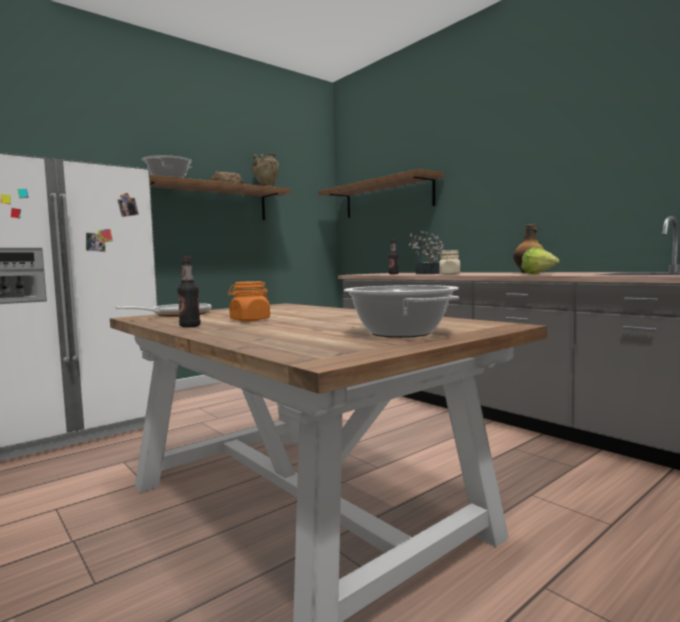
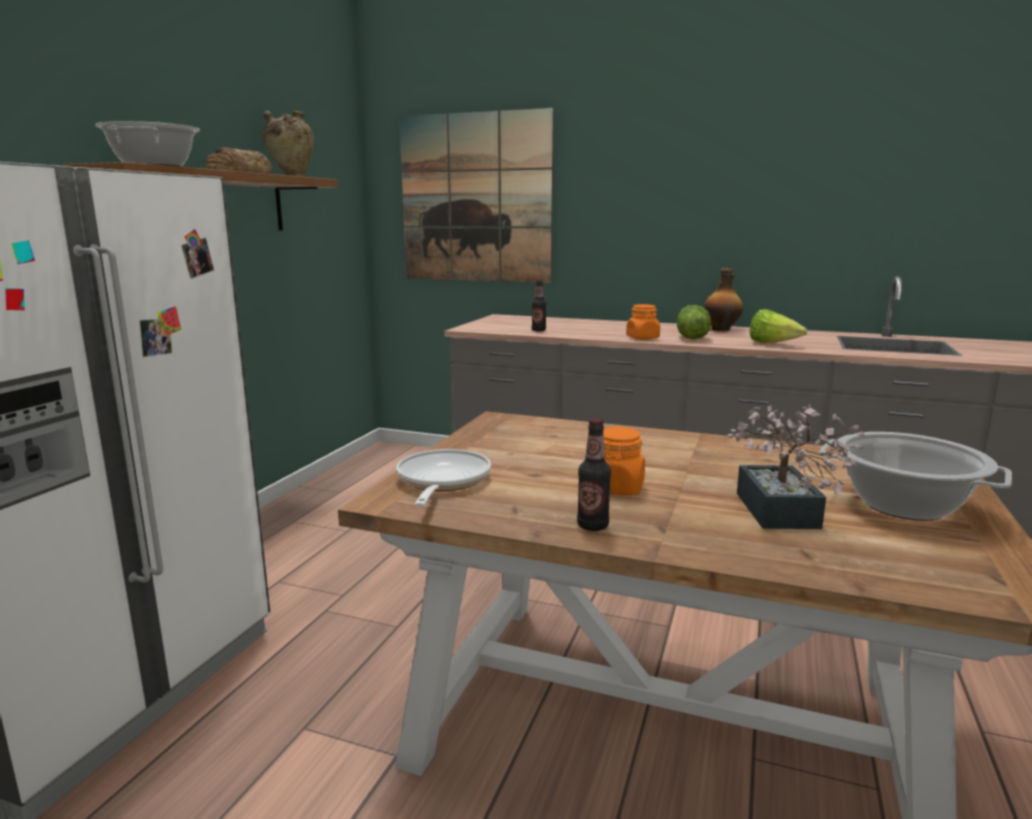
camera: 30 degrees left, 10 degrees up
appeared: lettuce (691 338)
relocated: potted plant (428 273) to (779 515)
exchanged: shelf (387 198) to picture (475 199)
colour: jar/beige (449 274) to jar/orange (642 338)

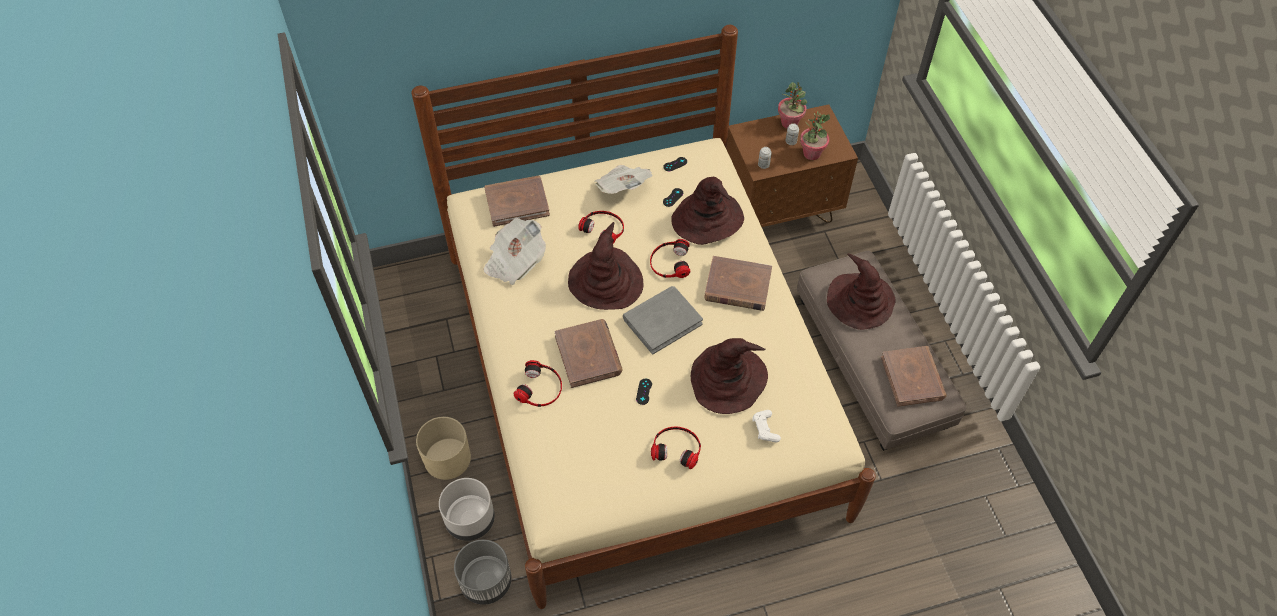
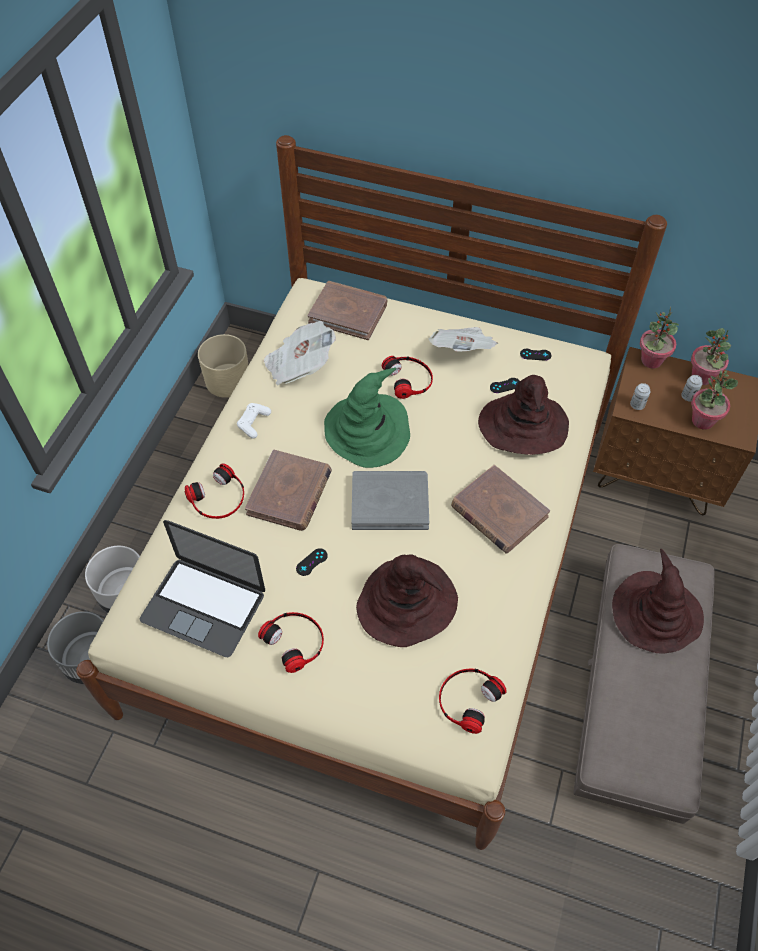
camera: 35 degrees right, 0 degrees up
missing: book/brown (912 378)
appeared: laptop (204 606); potted plant (651 360)
relocated: planter/beige (448 458) to (228 380); game controller/white (765 429) to (253 423); headphones (669 262) to (468 699)
colour: hat/brown (606 281) to hat/green (367 431)

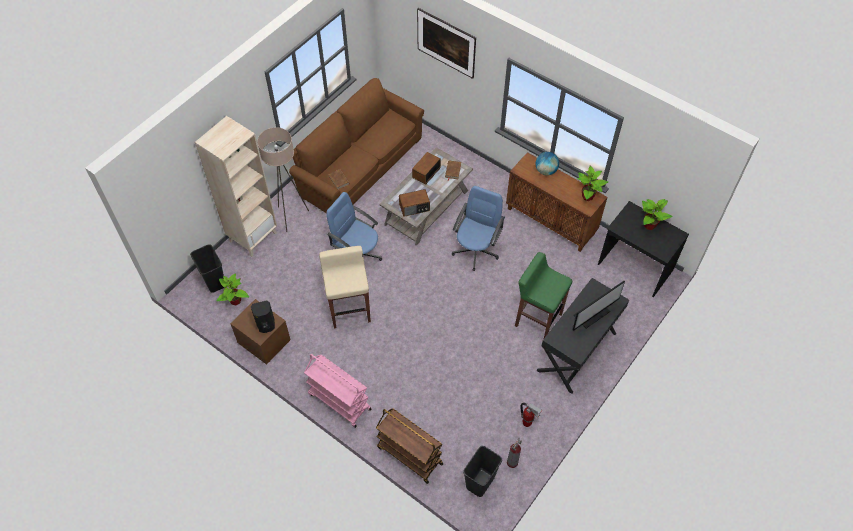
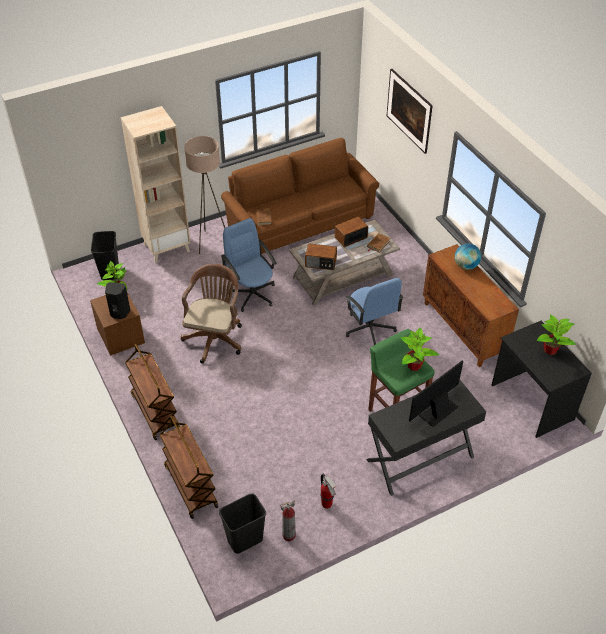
camera: 25 degrees right, 10 degrees down
relocated: potted plant (588 197) to (414 366)
exchanged: stool/beige (349 310) to office chair/brown (215 337)
colour: cart/pink (339 401) to cart/brown (155 412)
spun: office chair/blue (476 250) = (370 329) 105 degrees clockwise; monitor (592 314) = (437 410) 150 degrees clockwise

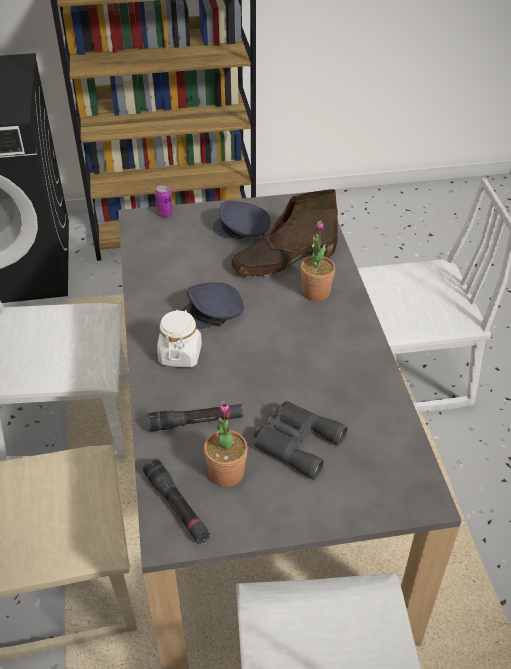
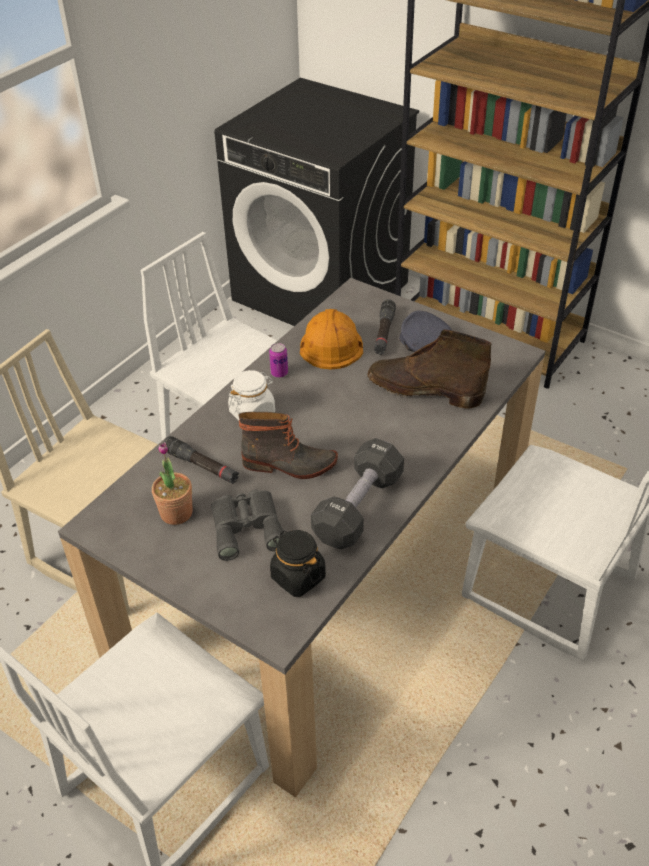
camera: 45 degrees right, 0 degrees up
missing: cap/grey (214 312); potted plant (316 292)
appeared: boot (289 465); jar/black (297 577); hard hat/orange (330 343); dumbbell/black (358 507)
relocated: can (165 213) to (279 373); flashlight/black (177 506) to (384 333)

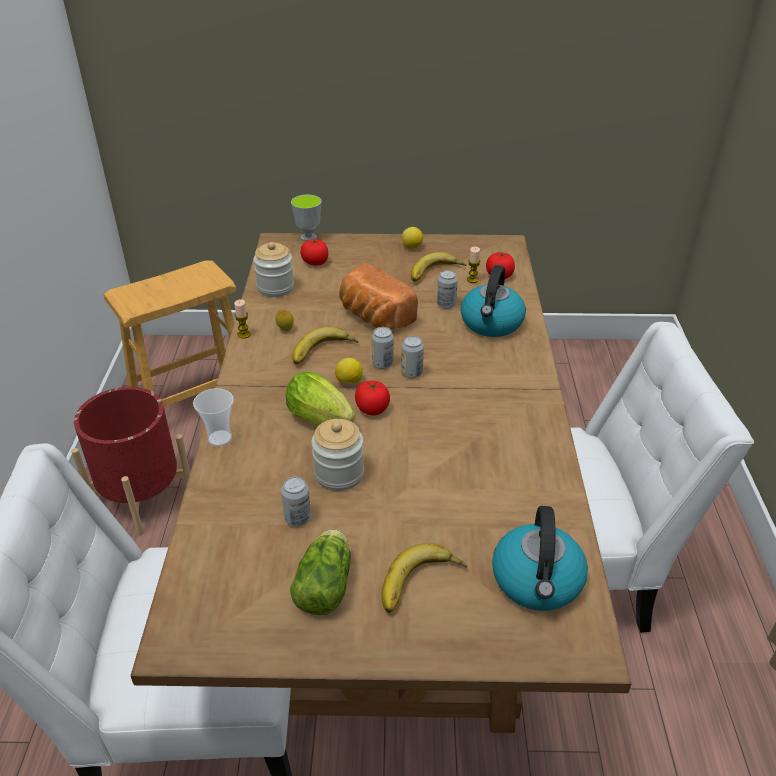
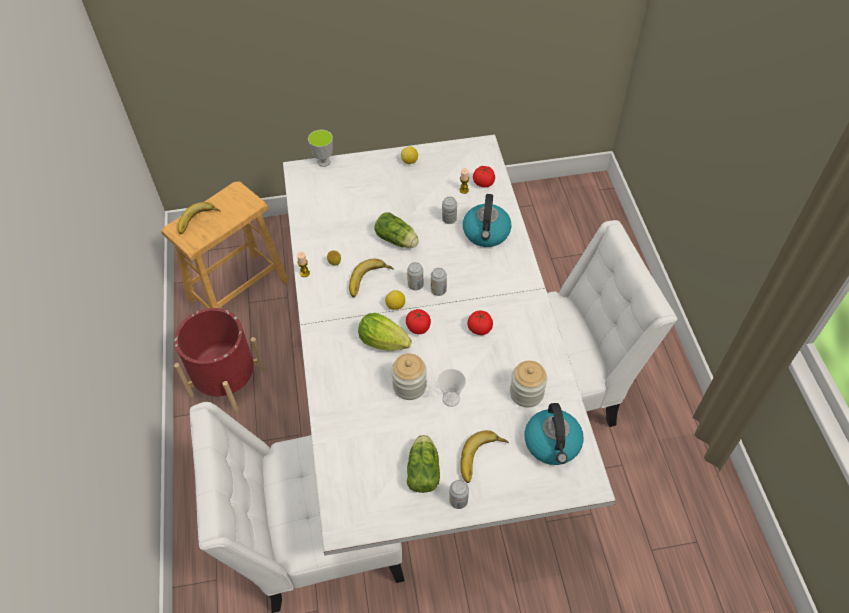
camera: 10 degrees left, 15 degrees up
relocated: banana (436 273) to (198 221); cup (220 438) to (451 399); can (298 518) to (458 501); tomato (315 262) to (479 328); jar (275 287) to (526 393)
exchanged: bread (374 317) to lettuce (398 240)
colour: dining table/brown (387 553) to dining table/white (425 397)

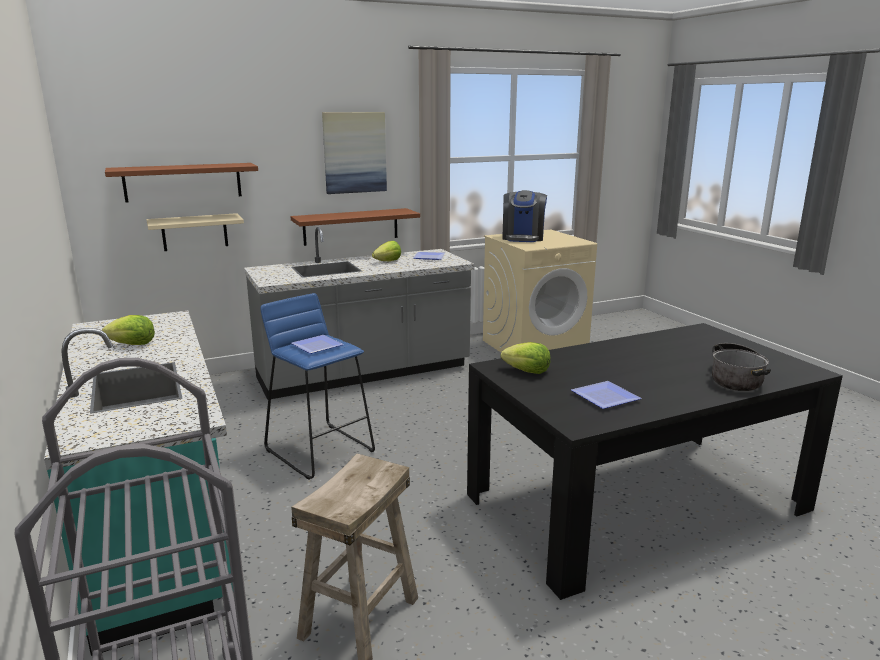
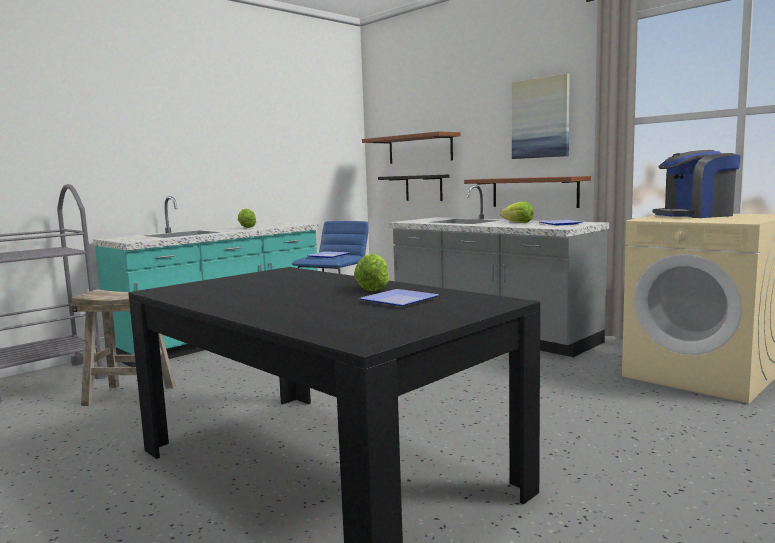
camera: 70 degrees right, 10 degrees down
missing: cooking pot (736 378)
relocated: lettuce (527 371) to (373 289); plate (605 398) to (396 301)
colour: shelf/beige (194 232) to shelf/black (424 188)

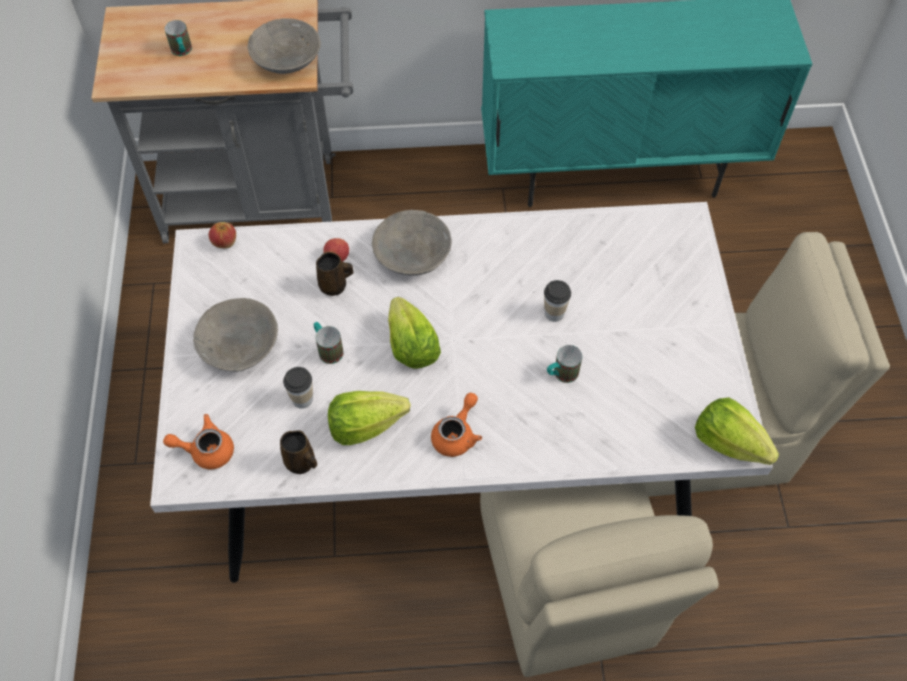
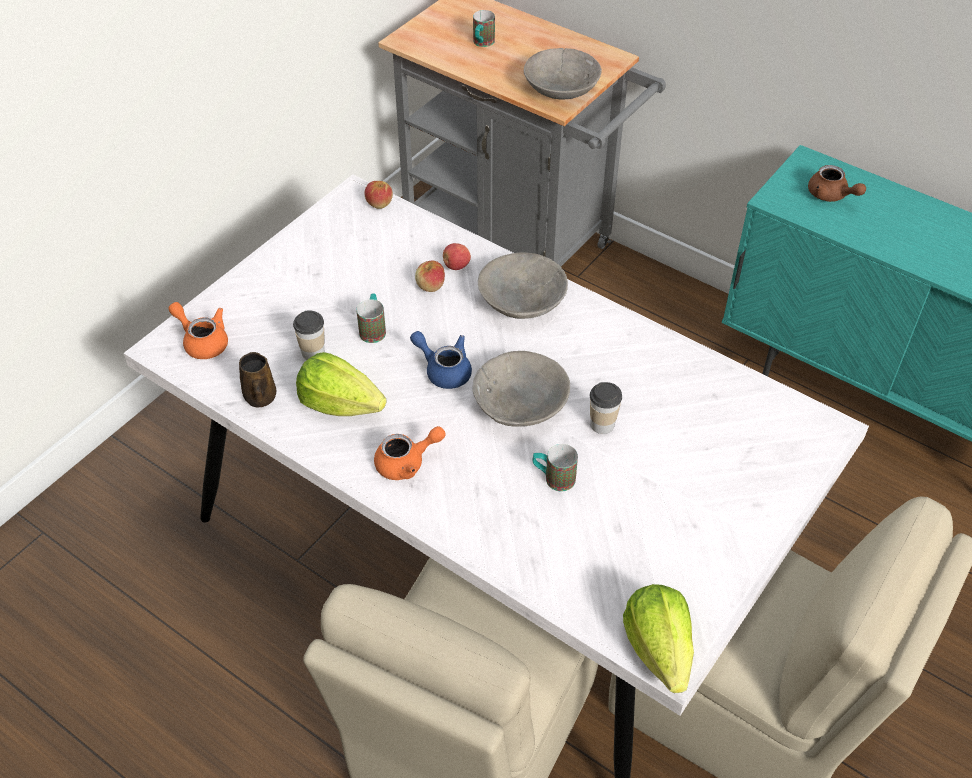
camera: 40 degrees right, 10 degrees down
appeared: teapot/brown (831 196)
relocated: bowl/grey (240 345) to (521 404)
exchanged: lettuce (411 346) to teapot/blue (444 370); mug/brown (335 286) to apple (430 286)

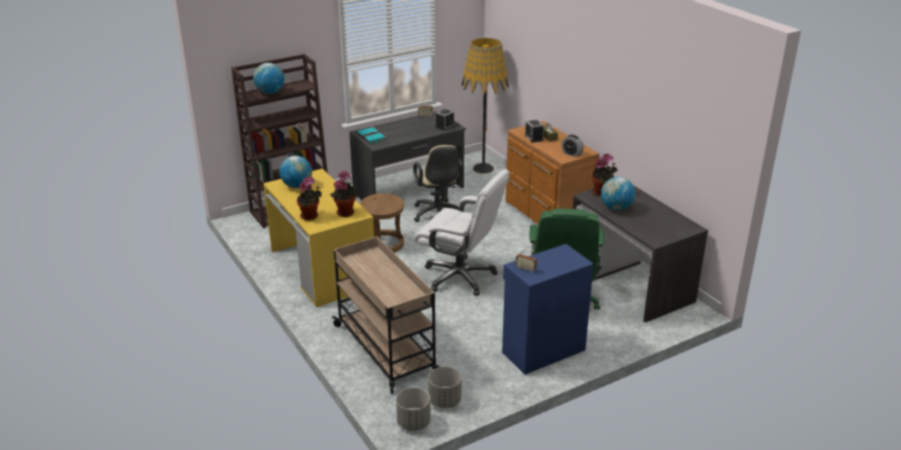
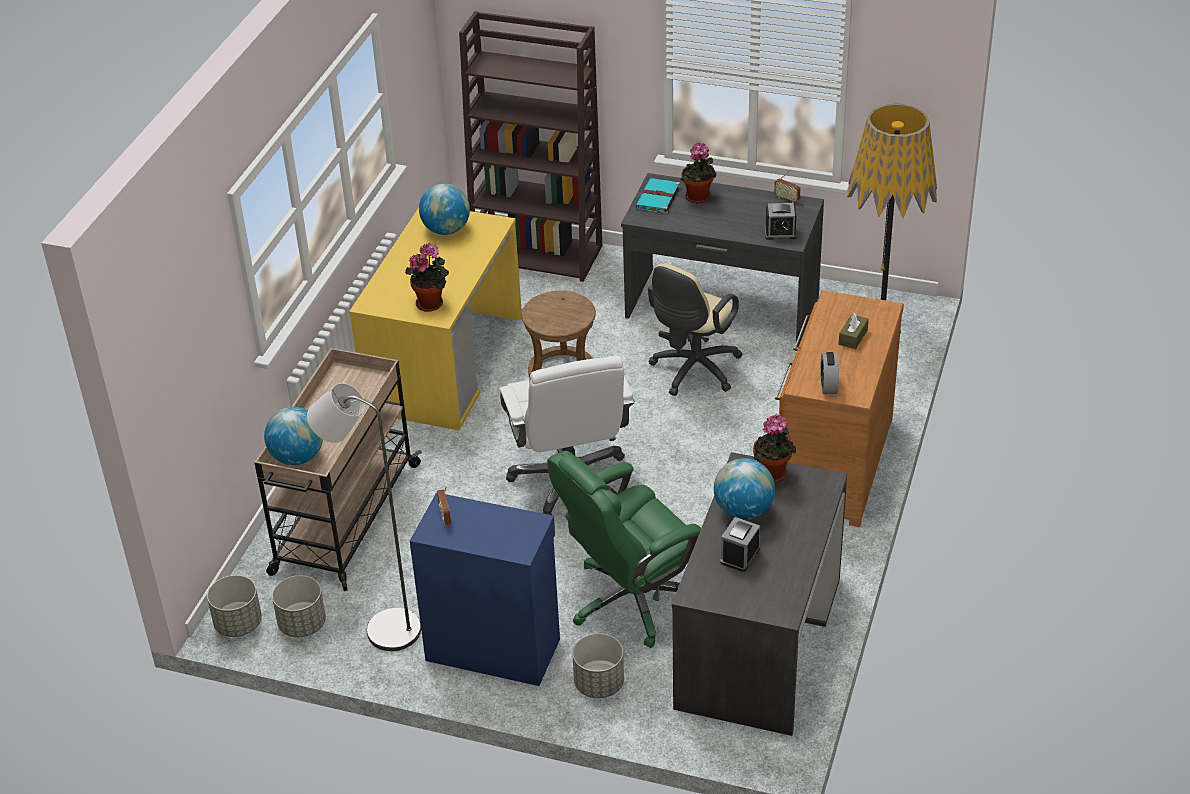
camera: 50 degrees right, 10 degrees up
appeared: floor lamp/grey (383 629); planter/grey (598 684)
relocated: globe (270 92) to (297 457); potted plant (310 217) to (698 198); alarm clock (533 138) to (740 555)

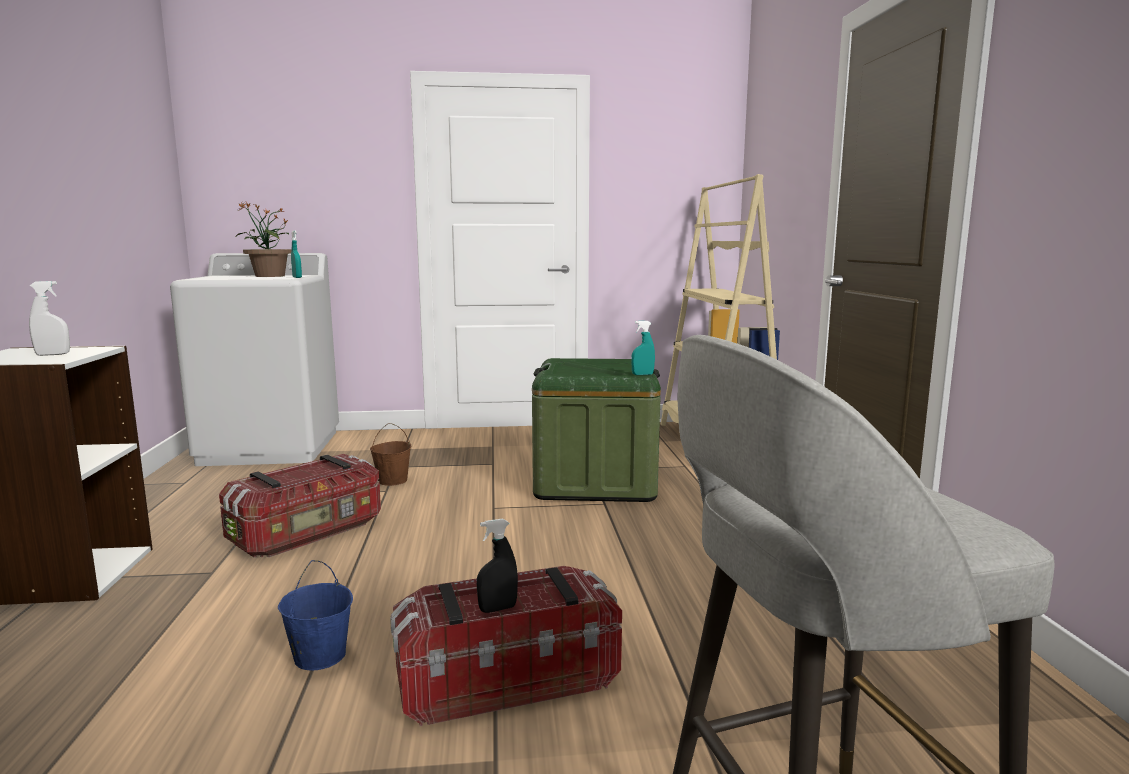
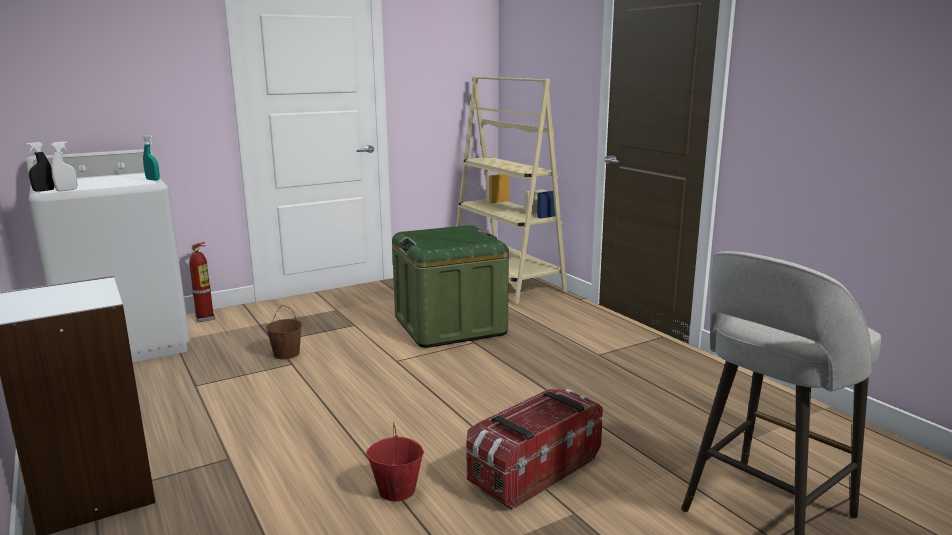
camera: 25 degrees left, 5 degrees up
missing: storage box (309 533); potted plant (269 276); spray bottle/turquoise (642 374)
appeared: fire extinguisher (205 318)
relocated: spray bottle/black (497 609) to (44 190); spray bottle/white (53 354) to (67 190)
colour: bucket/blue (319 656) to bucket/red (396 490)

